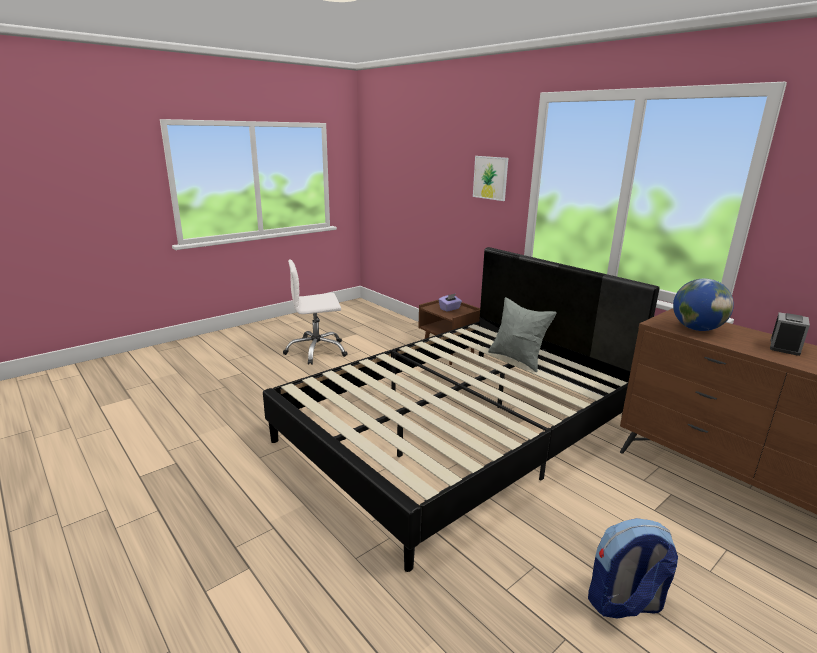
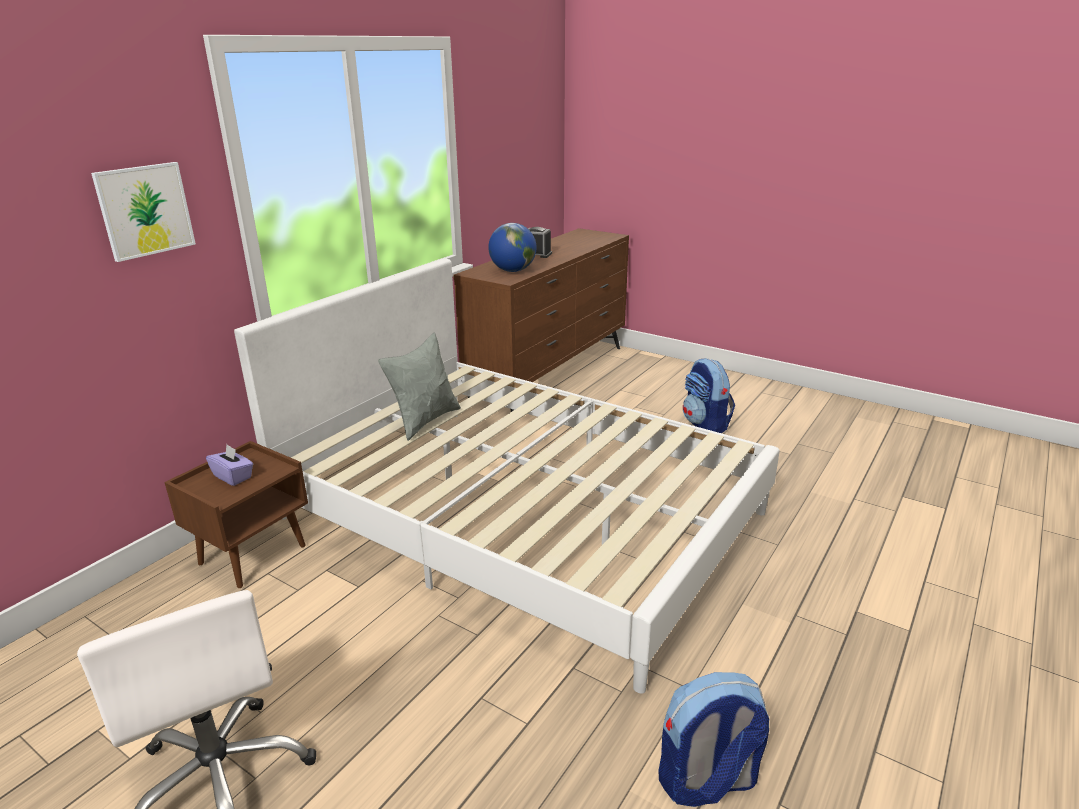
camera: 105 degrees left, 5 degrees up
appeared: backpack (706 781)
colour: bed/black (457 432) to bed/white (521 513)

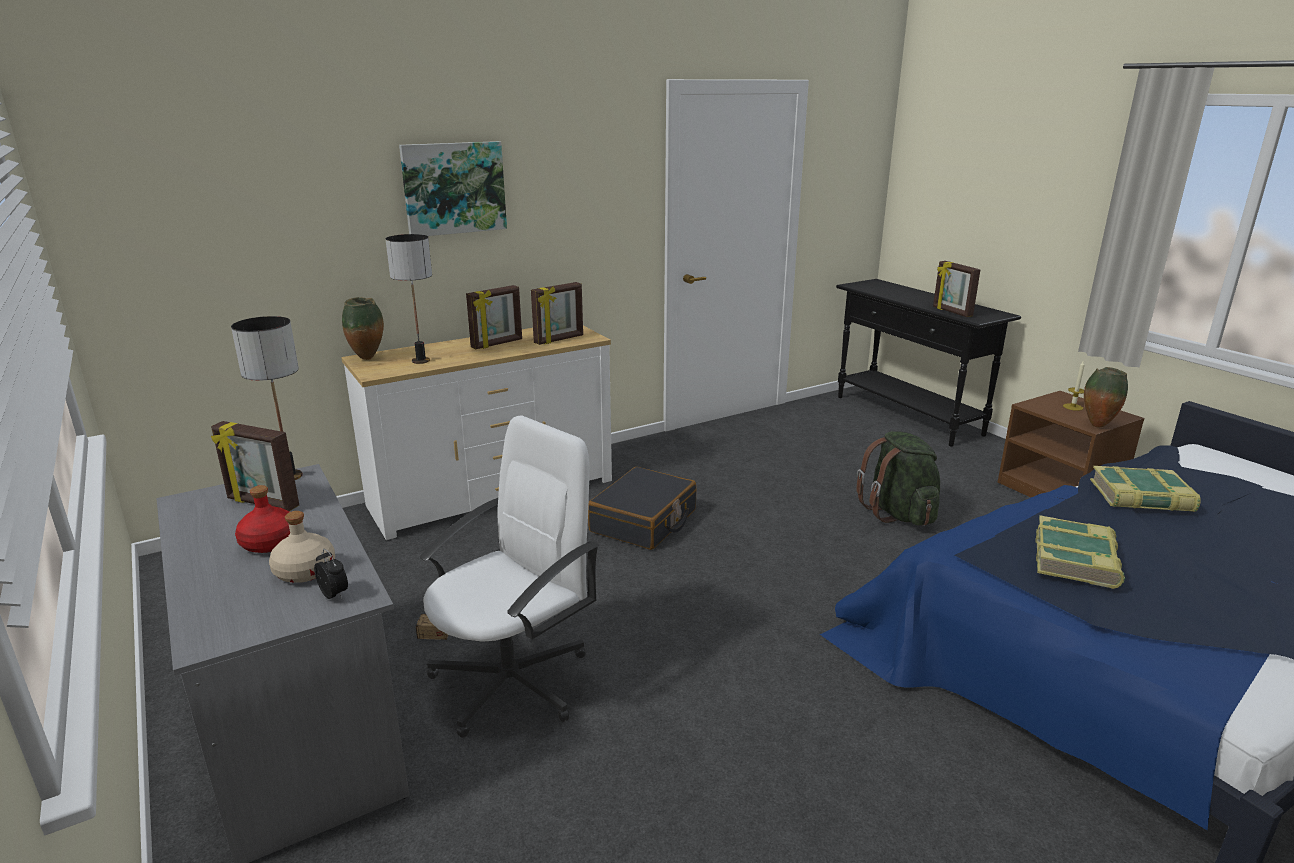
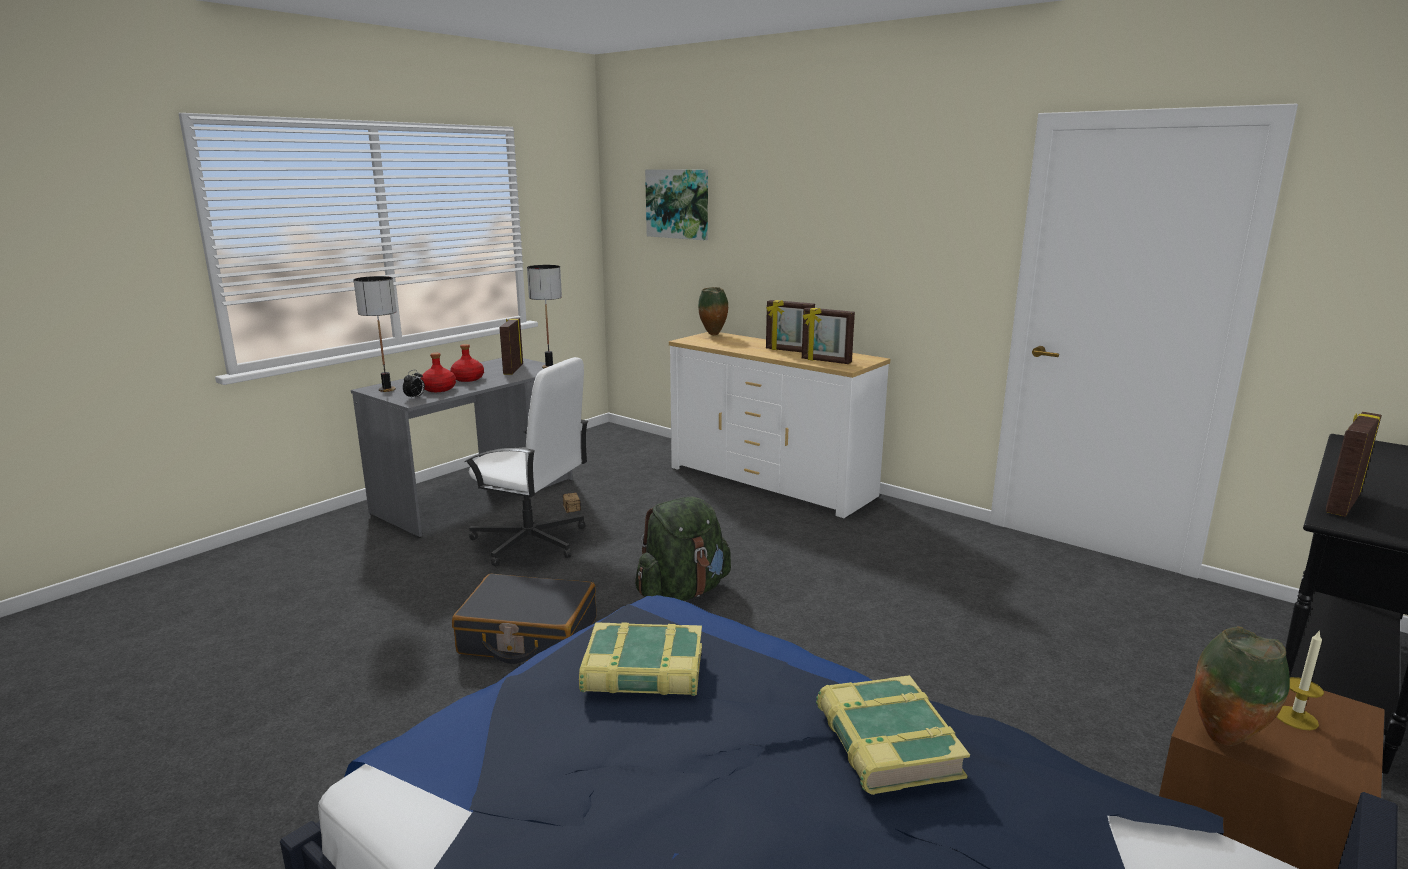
camera: 70 degrees right, 5 degrees down
relocated: table lamp (420 361) to (386 390); suitcase/black (644 521) to (528 636); backpack/green (898 513) to (683 592); picture (454 188) to (678 204)
colour: bottle/beige (304 571) to bottle/red (439 389)

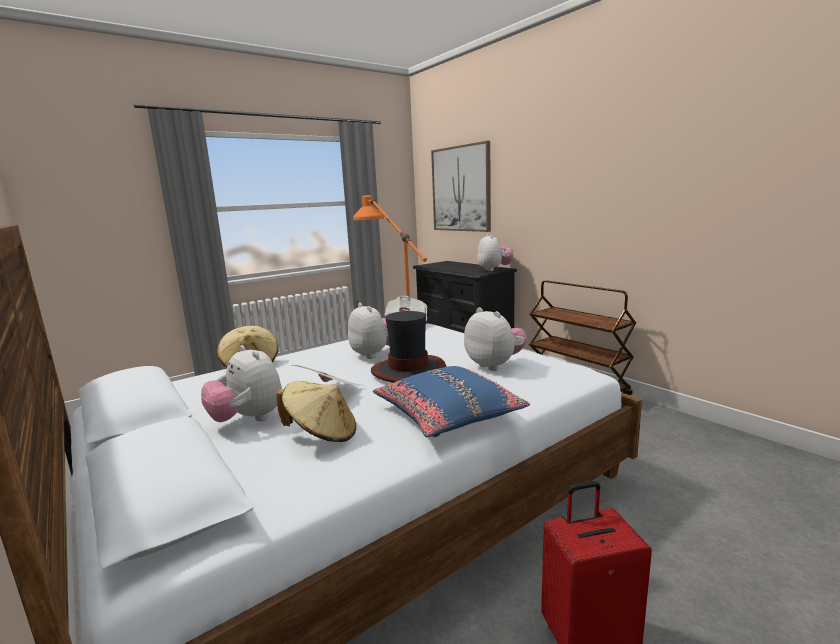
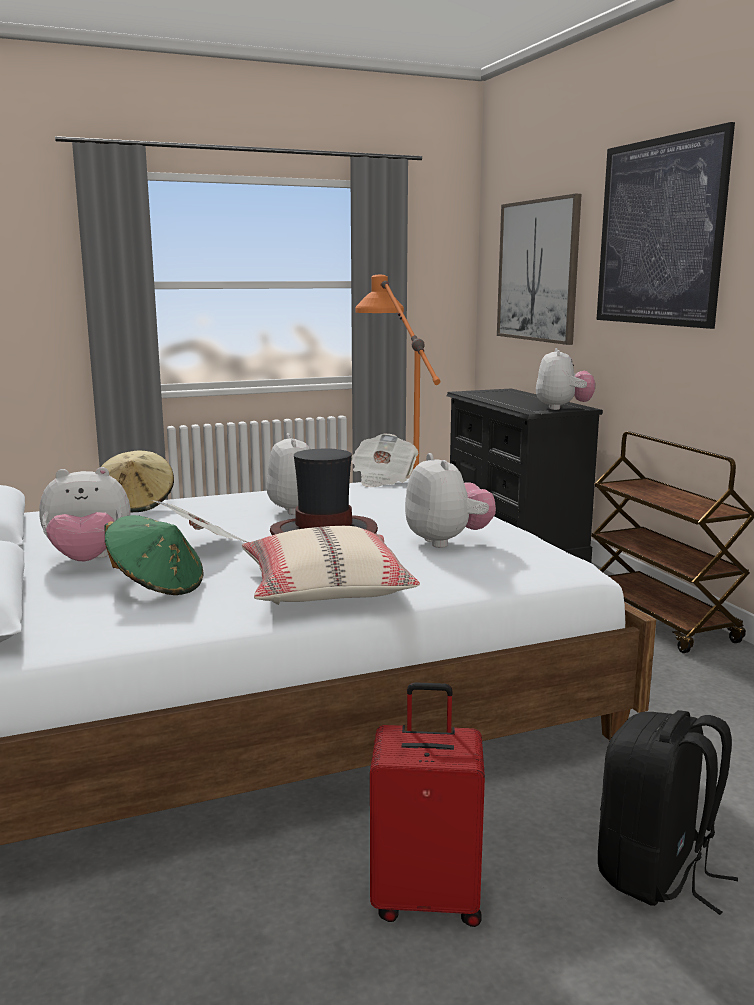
camera: 15 degrees right, 0 degrees up
appeared: picture (659 232); backpack/black (656 873)
colour: hat/beige (322 434) to hat/green (157 586); pillow/blue (447 414) to pillow/beige (325 587)
spun: plush toy (248 419) = (88 561) 75 degrees counterclockwise

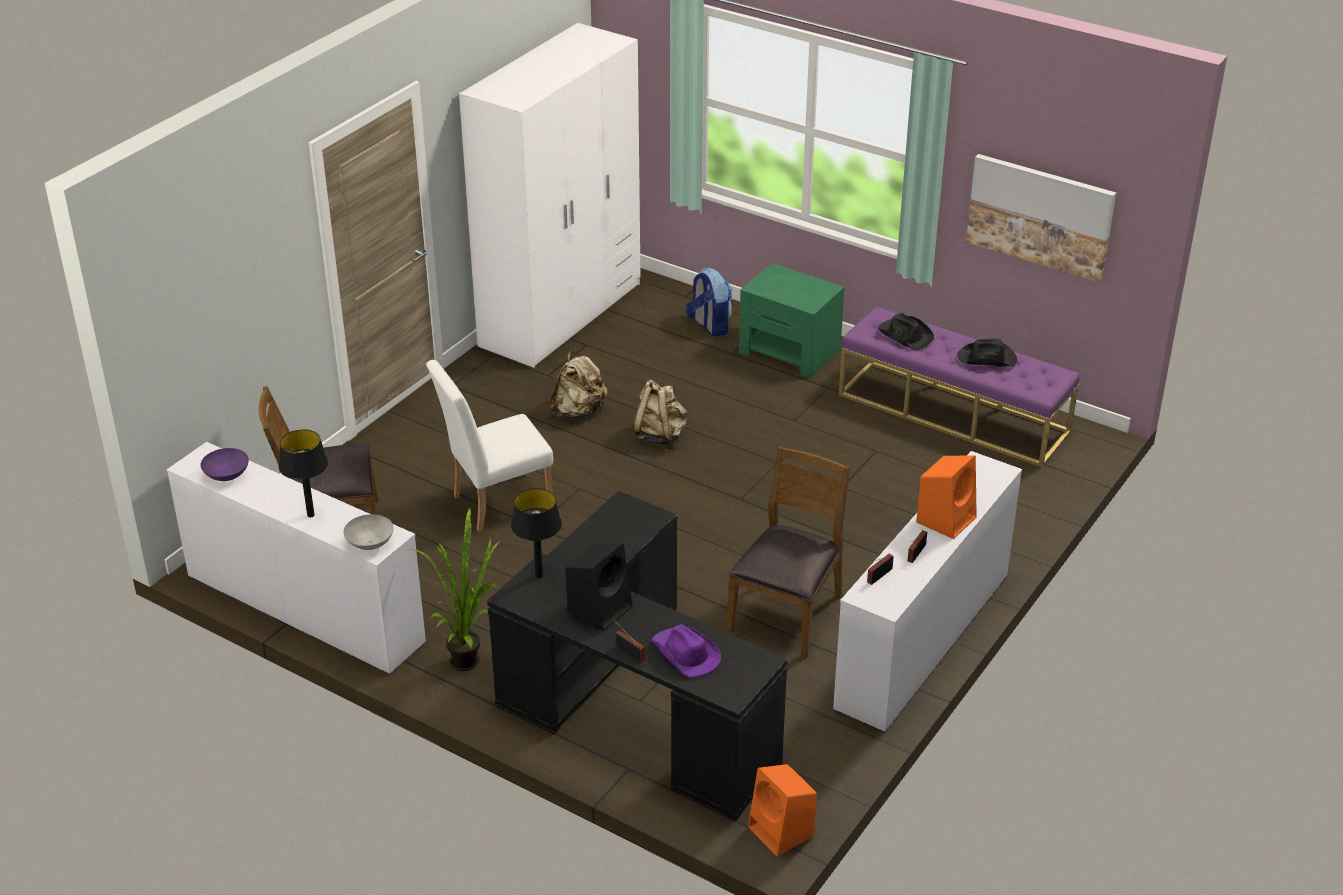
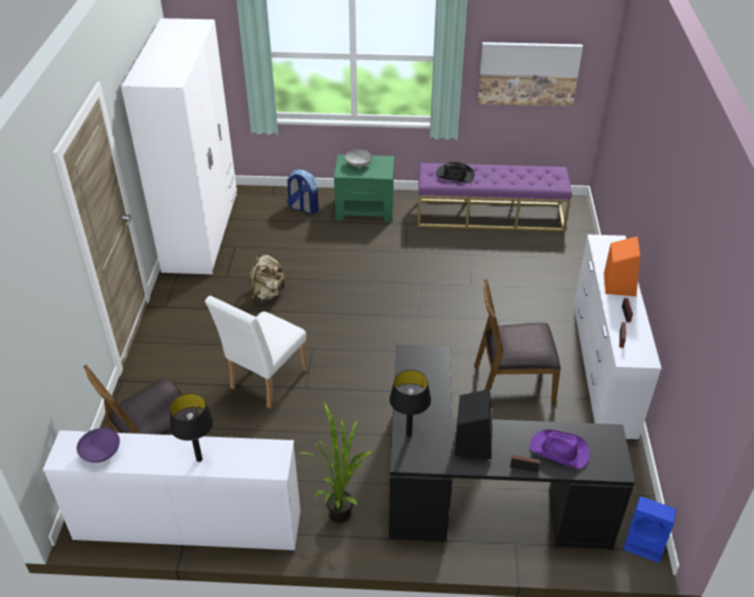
camera: 30 degrees left, 5 degrees up
missing: backpack/beige (660 435); hat/black (987 359)
relocated: bowl/grey (370 543) to (358 165)
colour: speaker/orange (782 832) to speaker/blue (646 542)
spun: chair/brown (787 613) = (513 382) 90 degrees counterclockwise

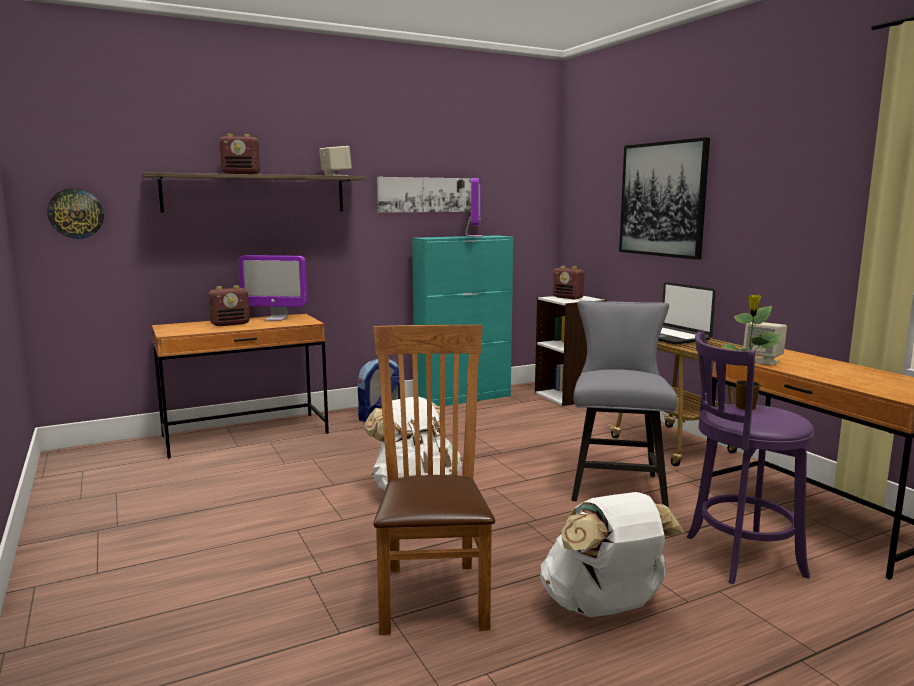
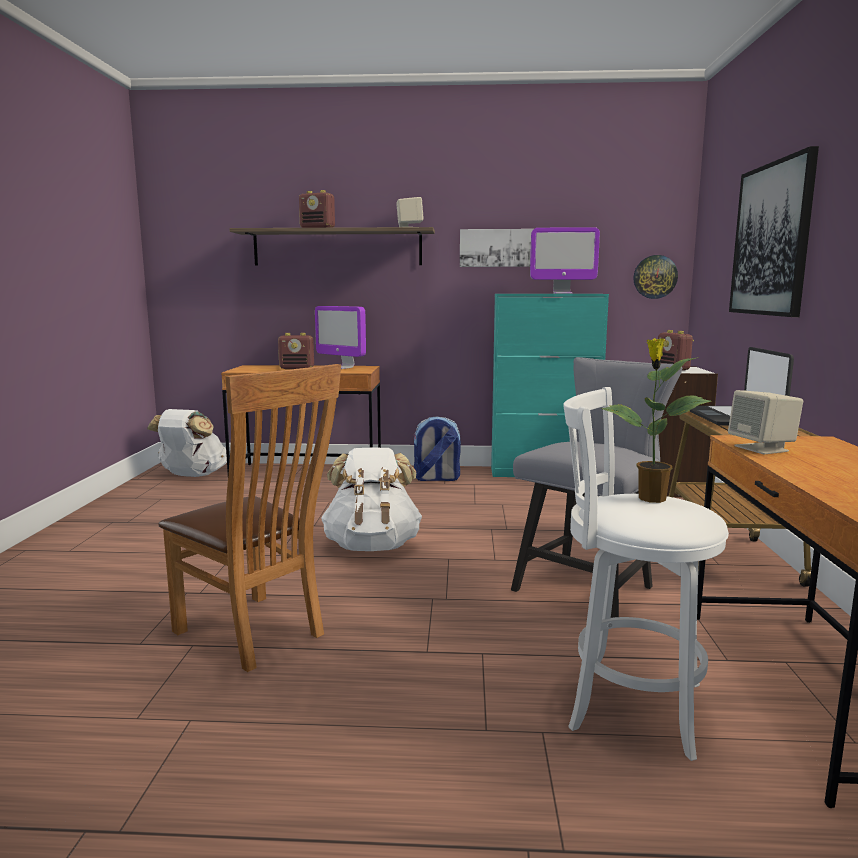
camera: 30 degrees right, 0 degrees up
relocated: backpack/white (604 608) to (192 475); wall clock (76 213) to (655 277)
colour: stool/purple (738 556) to stool/white (627 703)
spun: chair/brown (433 591) = (256 634) 105 degrees clockwise; monitor (474 236) = (562 293) 60 degrees clockwise

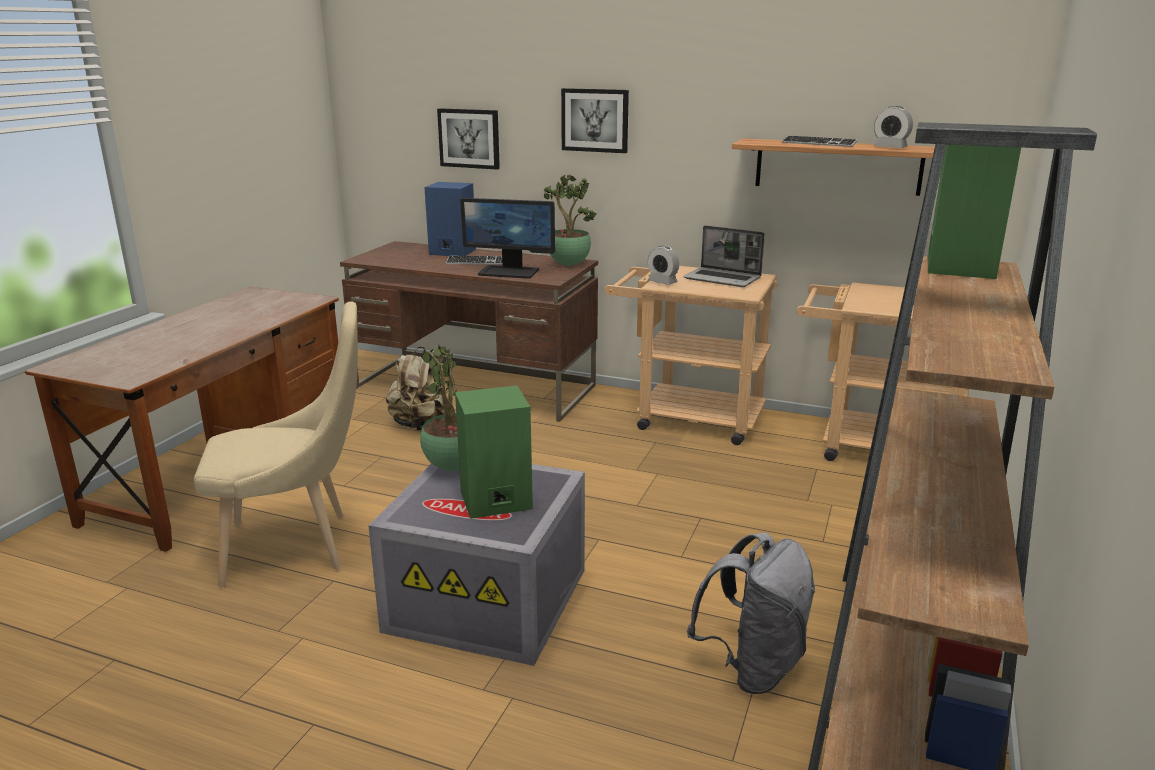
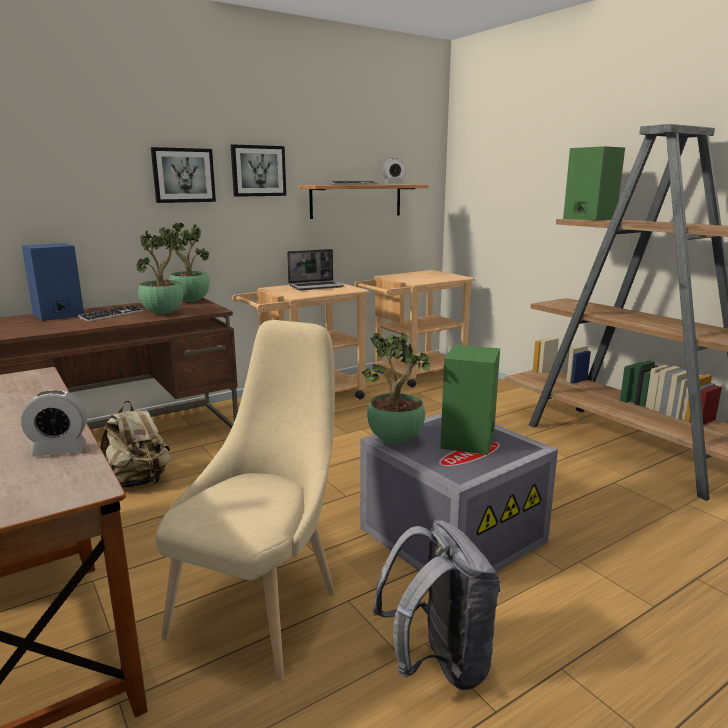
camera: 55 degrees left, 5 degrees down
relocated: alarm clock (662 282) to (59 450); picture (469 138) to (258 171); backpack/grey (752 667) to (438 663)
exchanged: monitor (509 272) to potted plant (164 313)

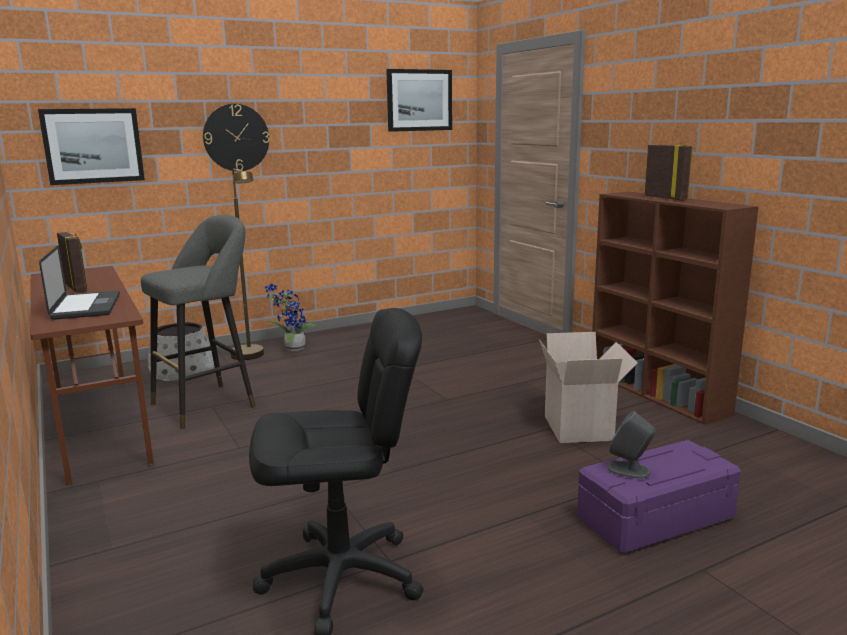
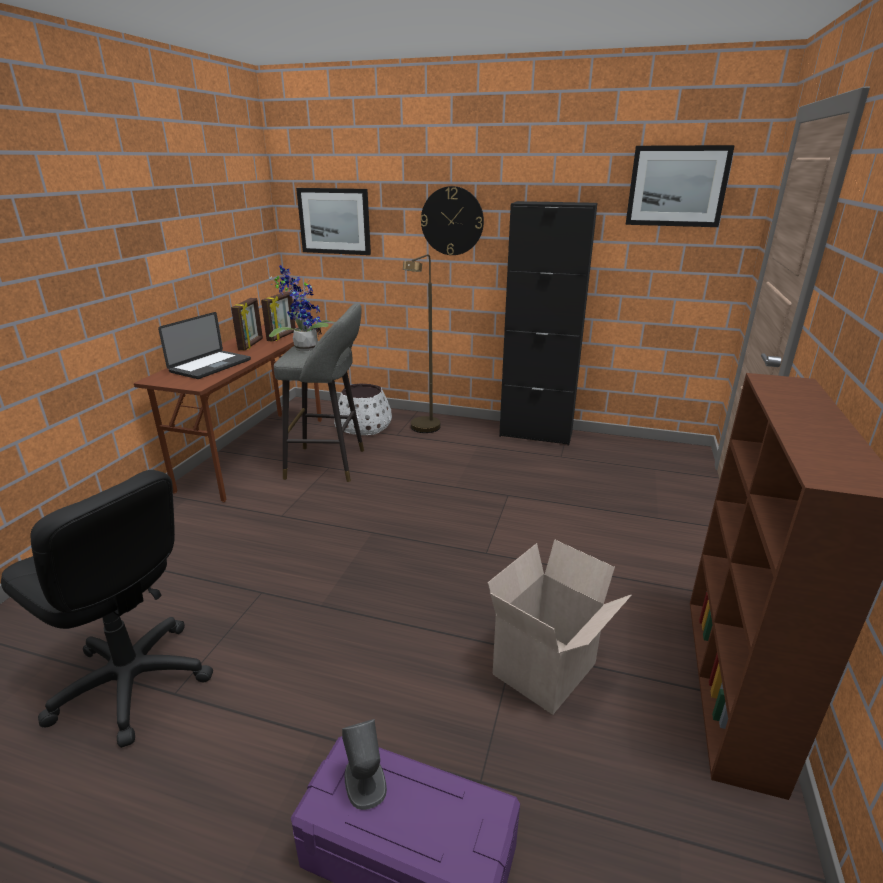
camera: 45 degrees right, 10 degrees up
appeared: cabinet/black (536 434)
relocated: picture frame (666 198) to (282 336); potted plant (292 348) to (304 348)

